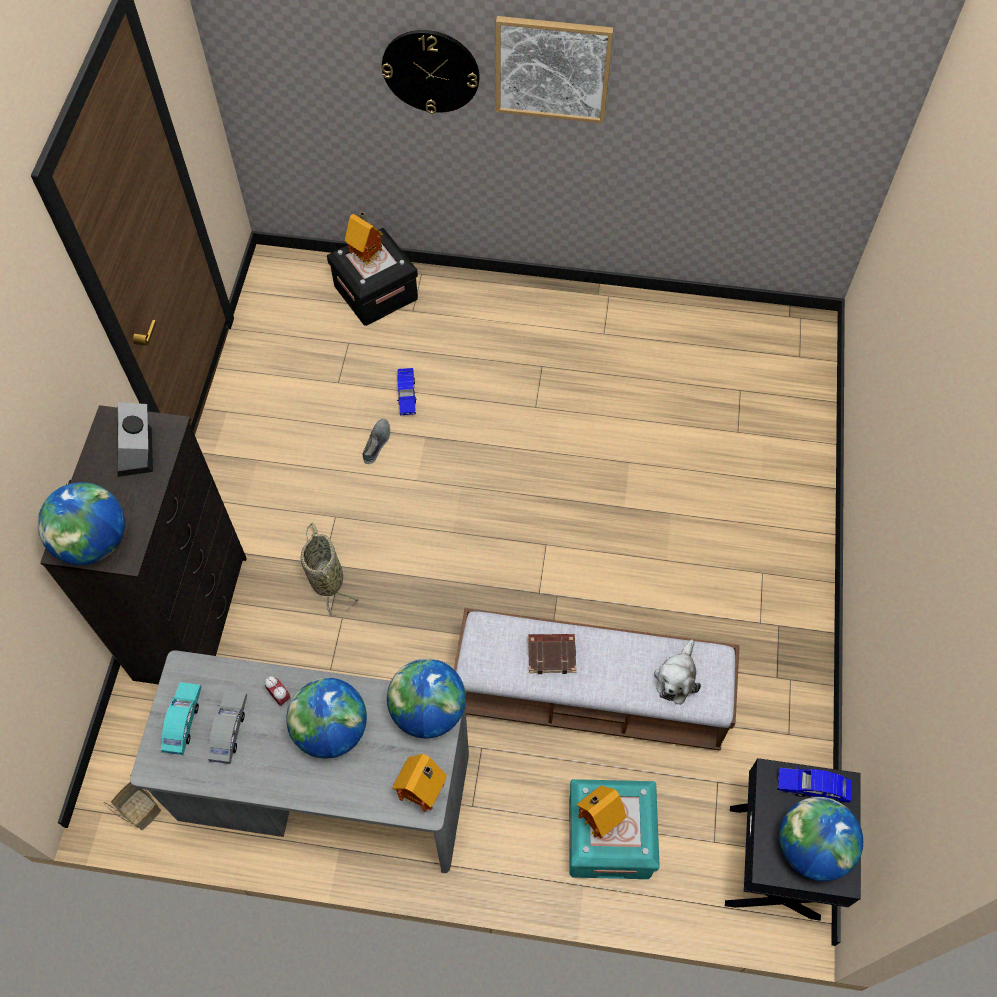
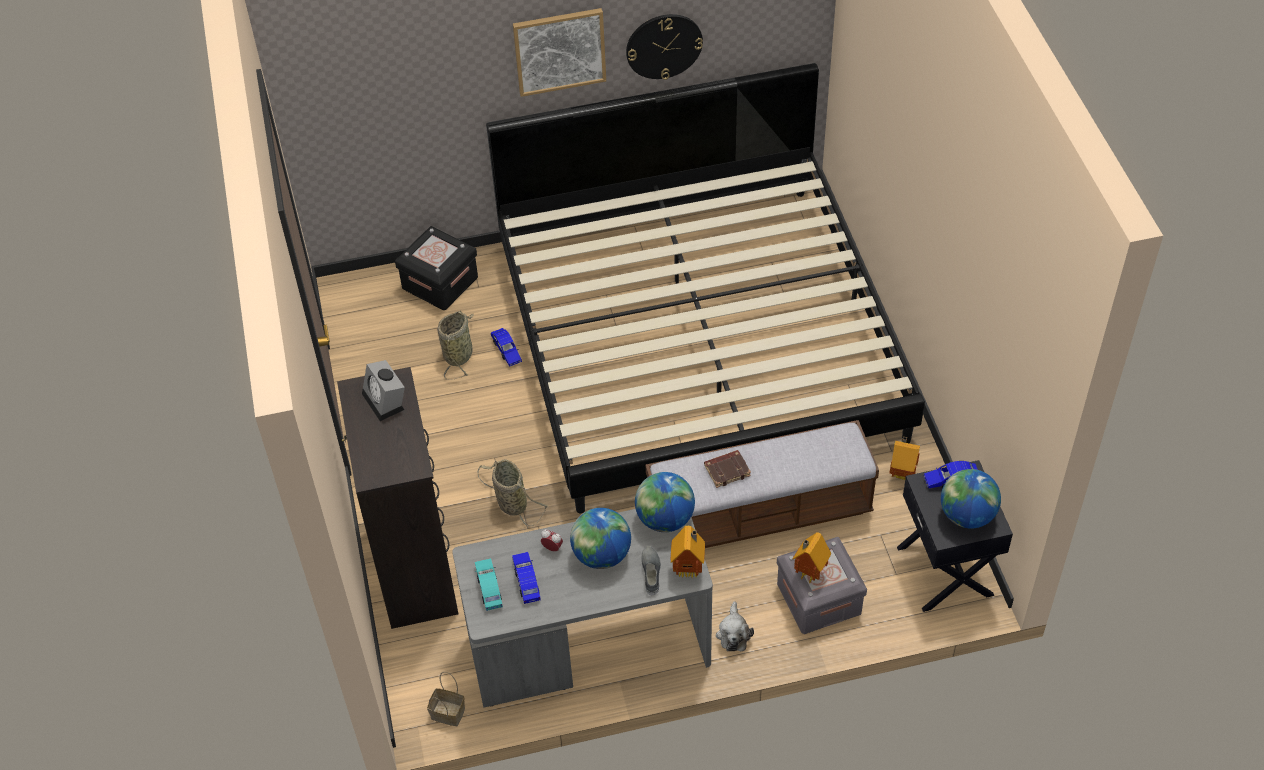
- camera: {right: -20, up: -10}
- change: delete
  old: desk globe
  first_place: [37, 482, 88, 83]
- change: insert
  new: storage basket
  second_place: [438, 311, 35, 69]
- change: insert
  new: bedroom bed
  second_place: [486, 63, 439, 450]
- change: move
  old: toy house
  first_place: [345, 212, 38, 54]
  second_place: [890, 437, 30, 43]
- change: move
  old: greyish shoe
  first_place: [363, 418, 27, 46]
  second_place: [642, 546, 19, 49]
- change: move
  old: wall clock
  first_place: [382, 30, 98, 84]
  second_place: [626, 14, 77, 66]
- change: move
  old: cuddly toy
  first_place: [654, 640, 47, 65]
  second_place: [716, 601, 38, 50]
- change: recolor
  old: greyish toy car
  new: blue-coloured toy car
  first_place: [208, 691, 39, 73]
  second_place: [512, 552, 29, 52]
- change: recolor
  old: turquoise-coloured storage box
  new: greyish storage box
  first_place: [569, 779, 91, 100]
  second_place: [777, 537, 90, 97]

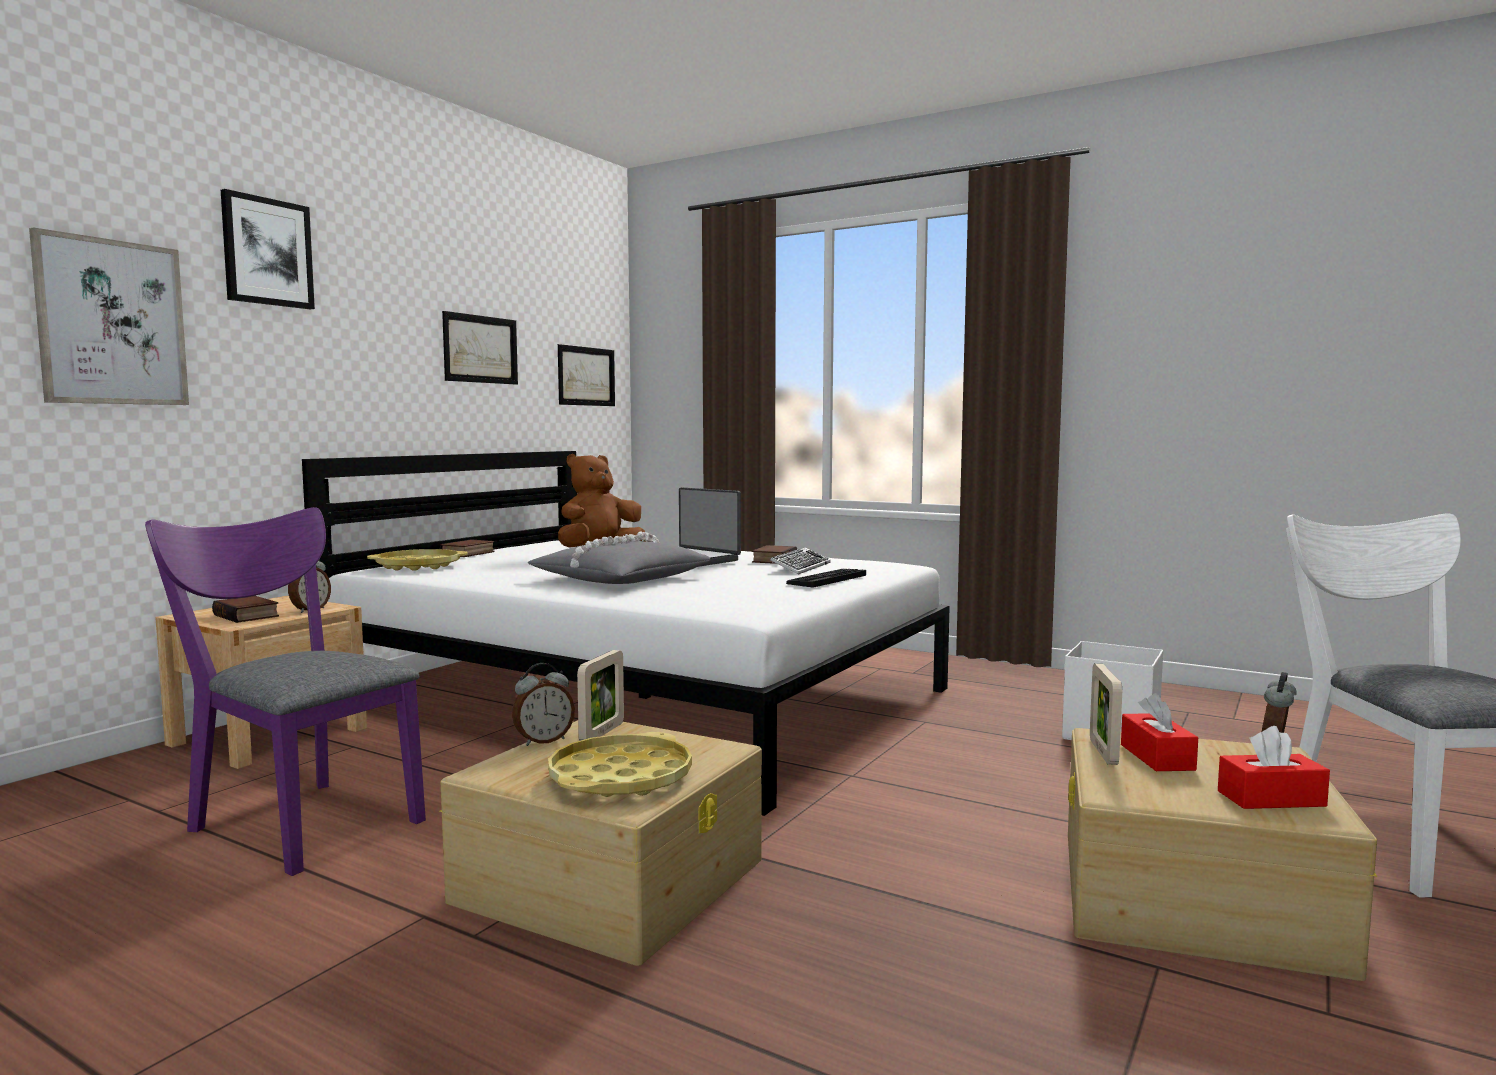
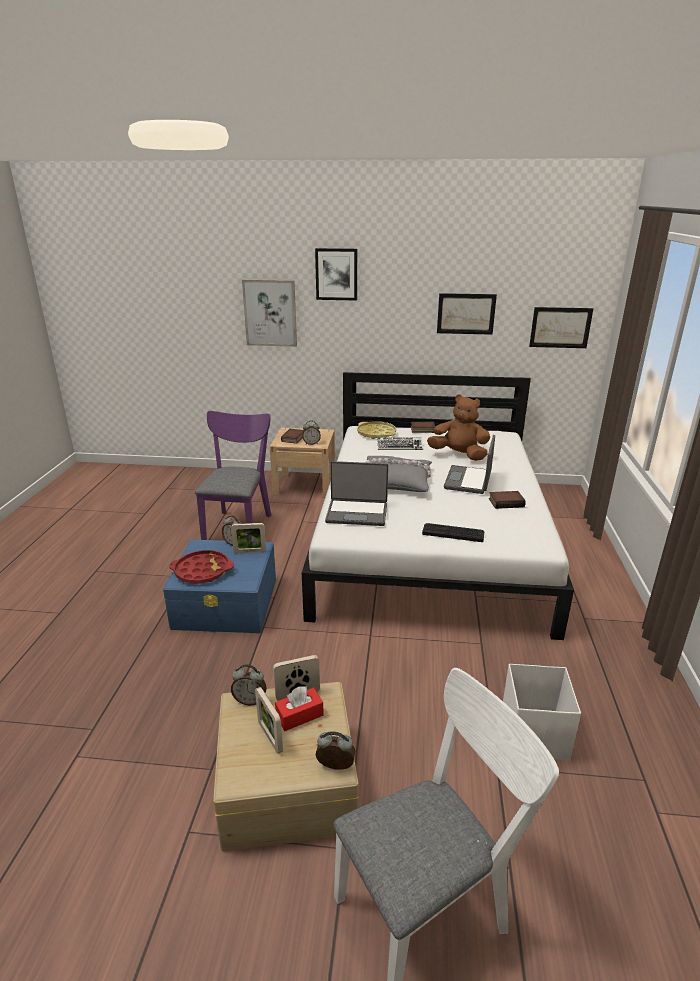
- camera: {right: 65, up: 20}
- change: delete
  old: red-coloured box of tissues
  first_place: [1218, 726, 112, 83]
- change: insert
  new: table clock
  second_place: [231, 664, 36, 42]
- change: insert
  new: standing frame
  second_place: [255, 687, 28, 67]
- change: insert
  new: portable computer
  second_place: [325, 461, 63, 65]
- change: move
  old: computer keyboard
  first_place: [770, 547, 61, 28]
  second_place: [377, 437, 46, 13]
- change: recolor
  old: beige storage box
  new: blue-coloured storage box
  first_place: [439, 720, 323, 246]
  second_place: [163, 540, 113, 93]
- change: recolor
  old: yellowish serving tray
  new: red-coloured serving tray
  first_place: [548, 732, 144, 65]
  second_place: [169, 550, 65, 33]

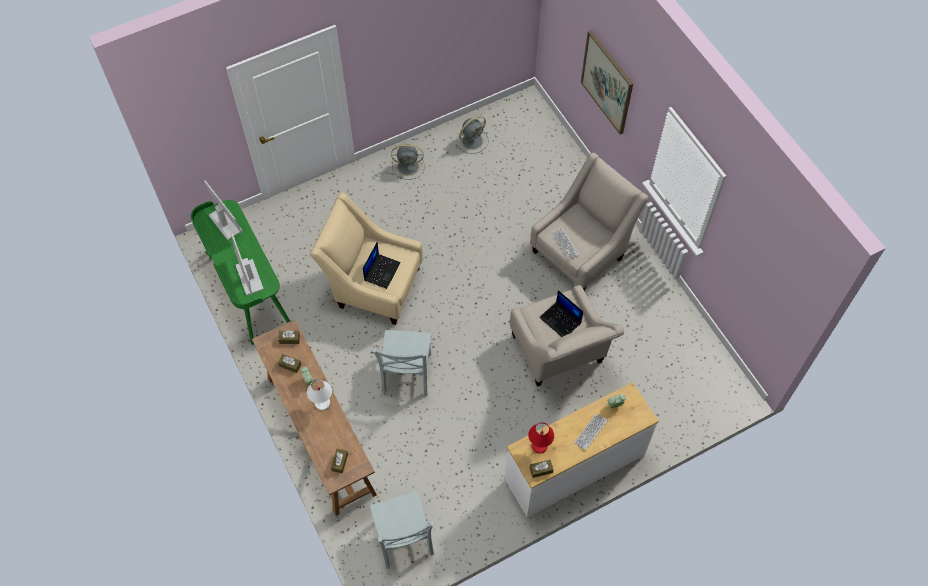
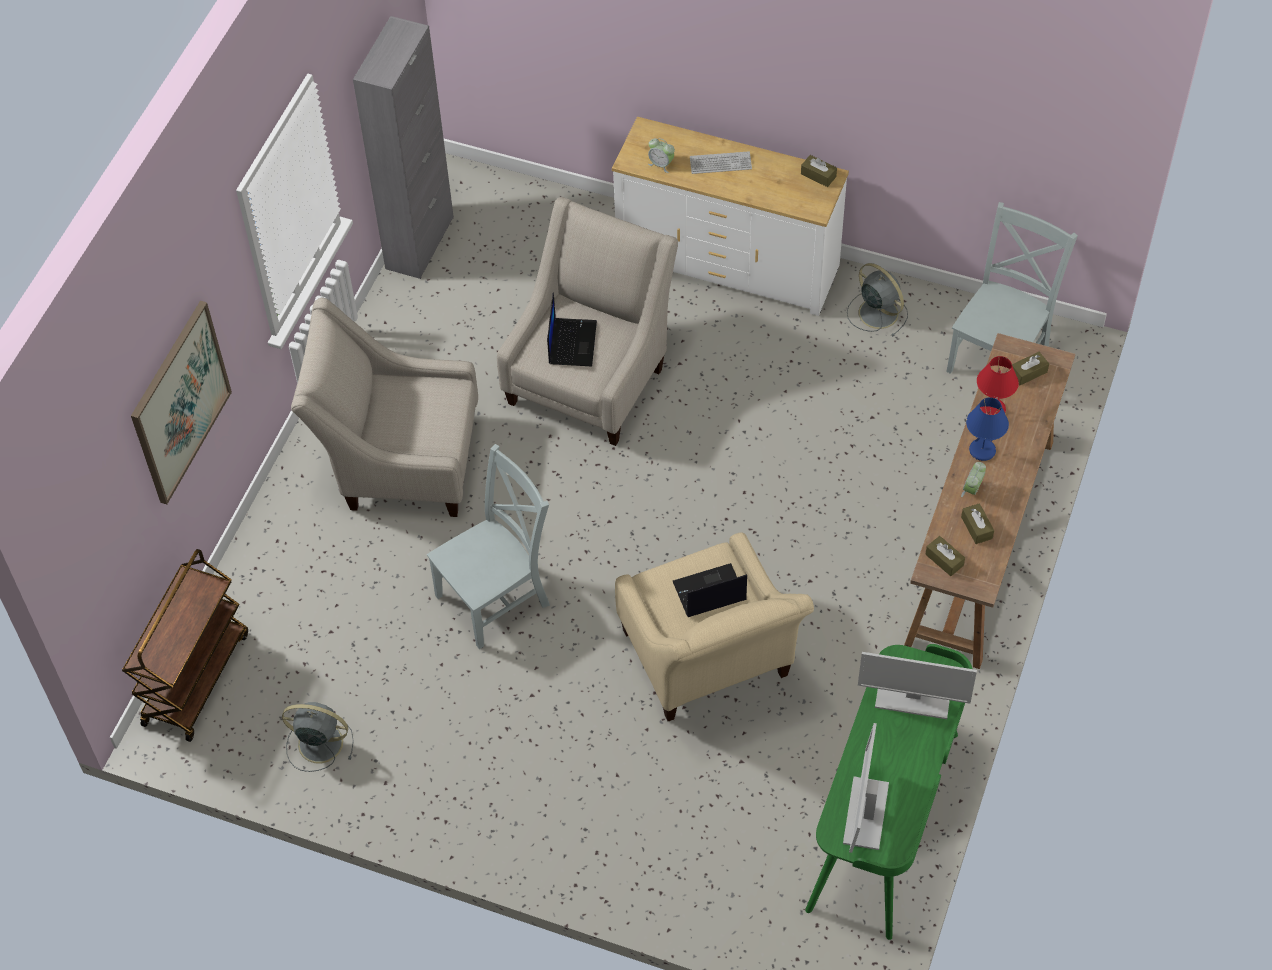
- camera: {right: -130, up: -5}
- change: delete
  old: computer keyboard
  first_place: [552, 228, 28, 32]
- change: insert
  new: brown-coloured wheeled cart
  second_place: [122, 549, 126, 193]
- change: insert
  new: greyish cupboard
  second_place: [353, 16, 101, 263]
- change: move
  old: greyish chair
  first_place: [372, 330, 59, 66]
  second_place: [427, 444, 123, 205]
- change: move
  old: greyish fan
  first_place: [391, 144, 34, 36]
  second_place: [847, 263, 61, 73]
- change: move
  old: red-coloured table lamp
  first_place: [528, 422, 26, 32]
  second_place: [977, 356, 42, 59]
- change: recolor
  old: white table lamp
  new: blue-coloured table lamp
  first_place: [307, 379, 25, 31]
  second_place: [966, 397, 43, 64]
- change: rotate
  old: monitor
  first_place: [231, 233, 33, 63]
  second_place: [858, 652, 119, 67]
  degrees: 75

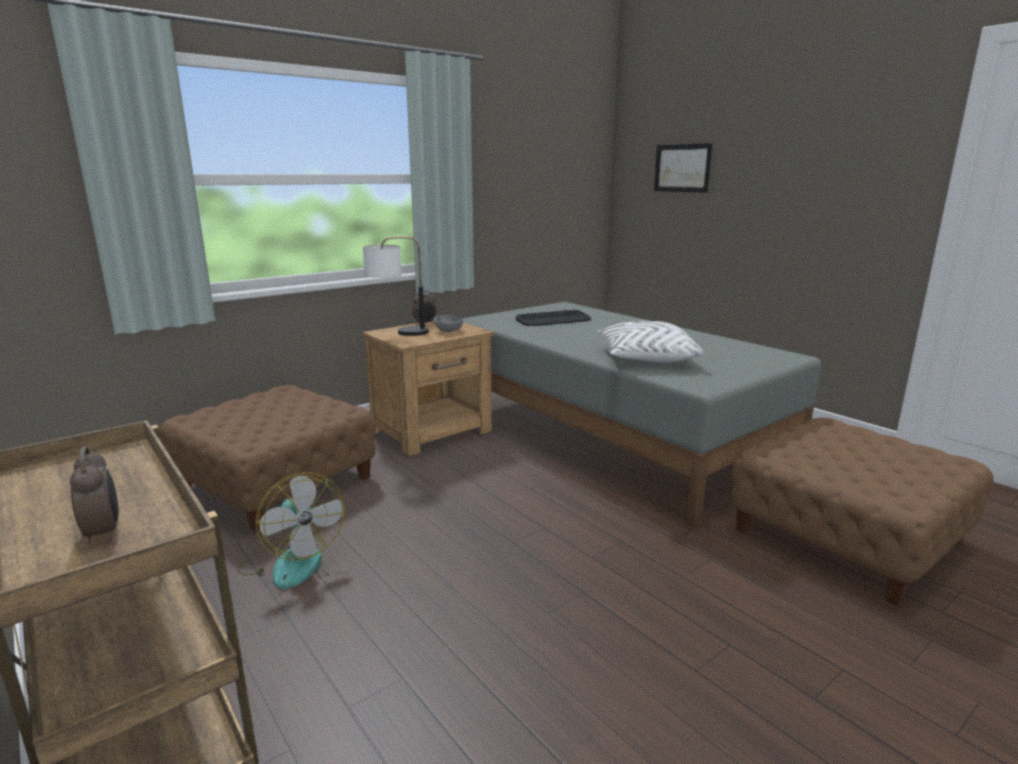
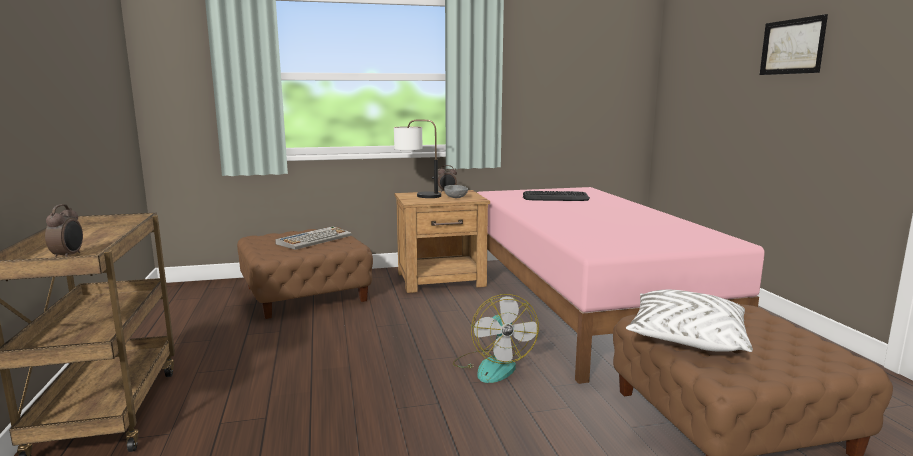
- camera: {right: 25, up: -5}
- change: insert
  new: computer keyboard
  second_place: [275, 226, 77, 24]
- change: move
  old: fan
  first_place: [237, 473, 108, 116]
  second_place: [453, 294, 86, 89]
- change: move
  old: white pillow
  first_place: [597, 321, 109, 41]
  second_place: [626, 290, 127, 62]
- change: move
  old: wall art
  first_place: [654, 143, 58, 50]
  second_place: [760, 14, 68, 61]
- change: recolor
  old: greyish bedroom bed
  new: pinkish bedroom bed
  first_place: [462, 302, 359, 228]
  second_place: [477, 187, 288, 197]

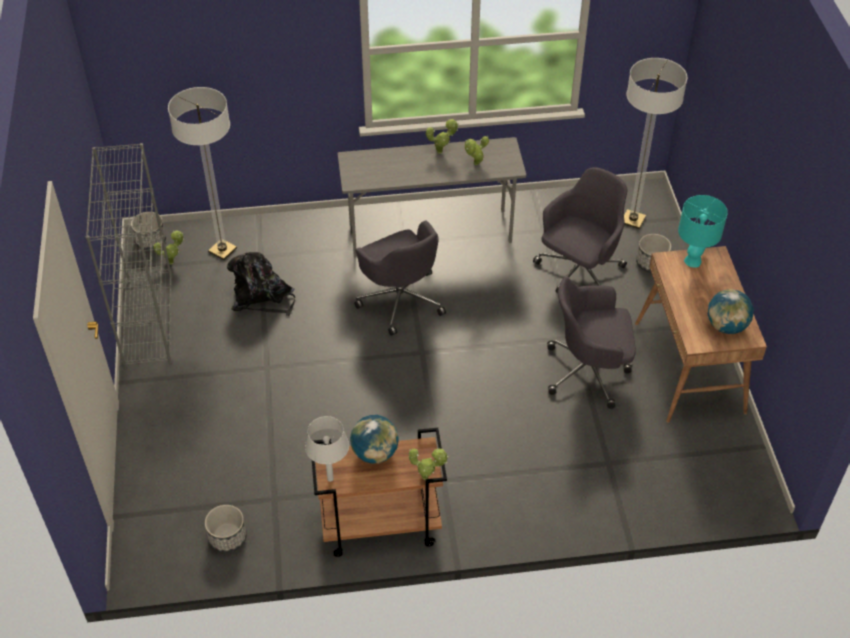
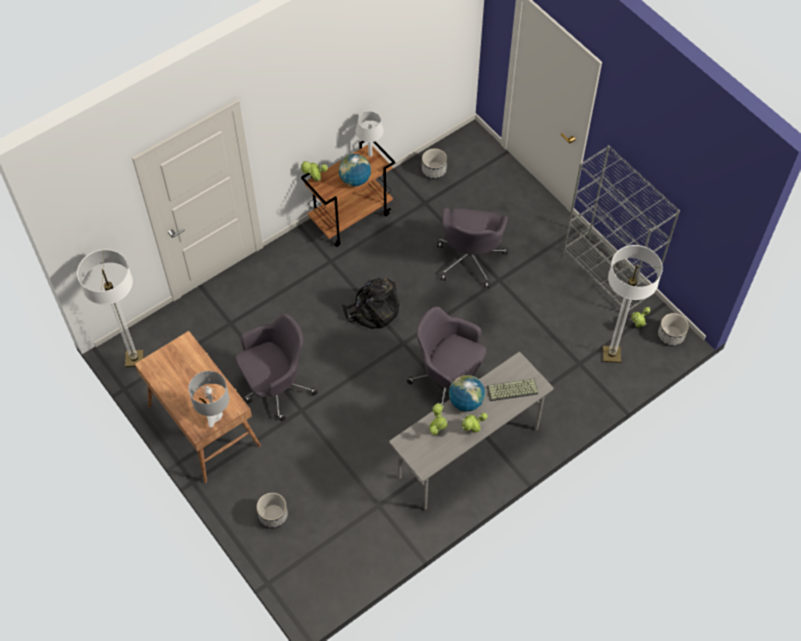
- camera: {right: 150, up: 10}
- change: insert
  new: computer keyboard
  second_place: [487, 379, 51, 22]
- change: move
  old: black knapsack
  first_place: [227, 252, 68, 64]
  second_place: [342, 277, 57, 52]
- change: move
  old: greyish computer chair
  first_place: [533, 167, 95, 126]
  second_place: [437, 207, 71, 81]
- change: move
  old: standard lamp
  first_place: [624, 58, 64, 171]
  second_place: [77, 249, 67, 118]
- change: move
  old: desk globe
  first_place: [708, 289, 46, 45]
  second_place: [449, 375, 36, 37]
- change: recolor
  old: turquoise-coloured table lamp
  new: greyish table lamp
  first_place: [678, 195, 50, 73]
  second_place: [188, 371, 41, 56]

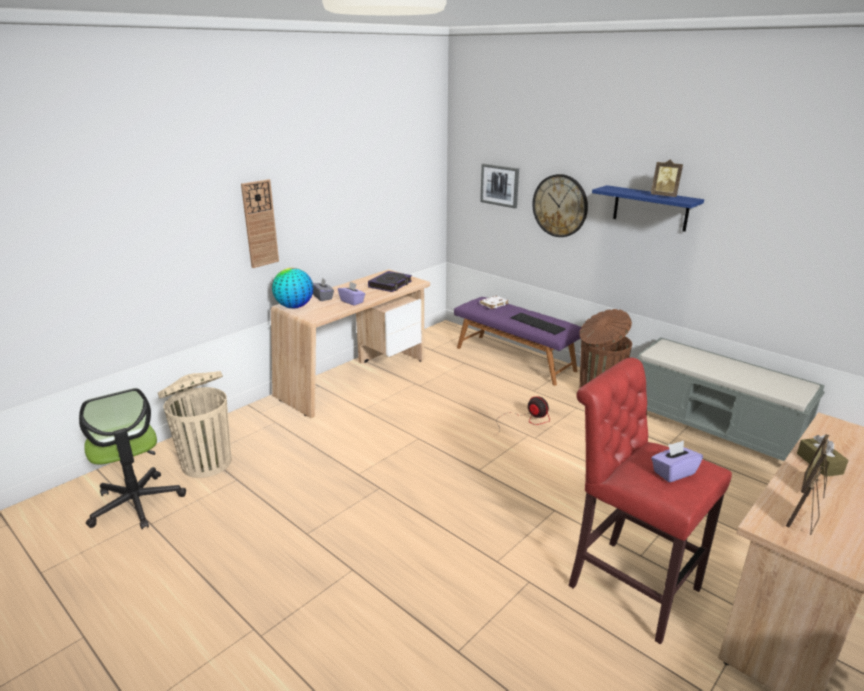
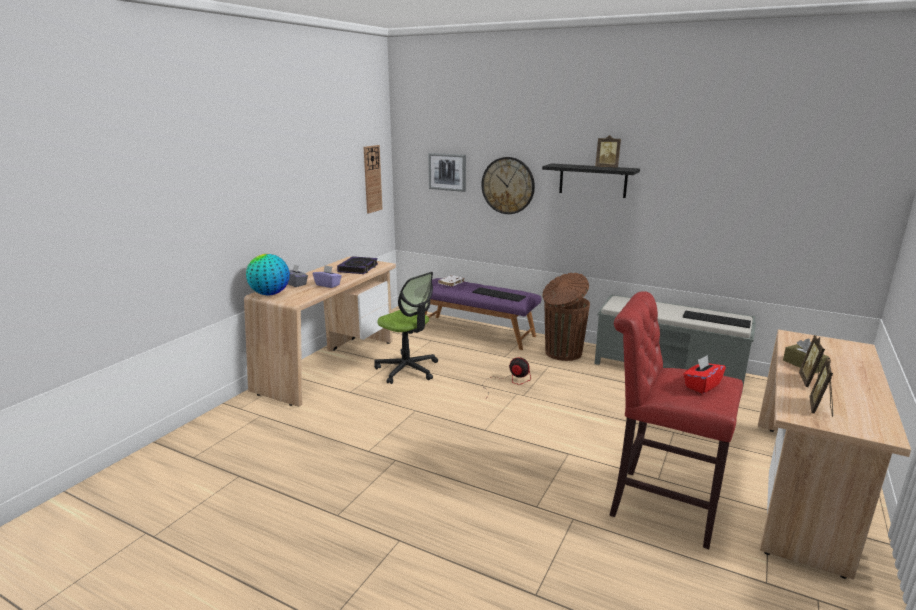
- camera: {right: -15, up: -5}
- change: delete
  old: beige waste bin
  first_place: [158, 371, 73, 107]
- change: insert
  new: computer keyboard
  second_place: [683, 311, 68, 17]
- change: move
  old: computer chair
  first_place: [79, 388, 107, 141]
  second_place: [374, 272, 64, 112]
- change: move
  old: wall clock
  first_place: [241, 179, 38, 89]
  second_place: [364, 145, 18, 69]
- change: recolor
  old: blue-coloured shelf
  new: black shelf
  first_place: [592, 185, 112, 47]
  second_place: [542, 163, 98, 35]
- change: recolor
  old: purple box of tissues
  new: red-coloured box of tissues
  first_place: [651, 440, 52, 42]
  second_place: [683, 355, 43, 39]

